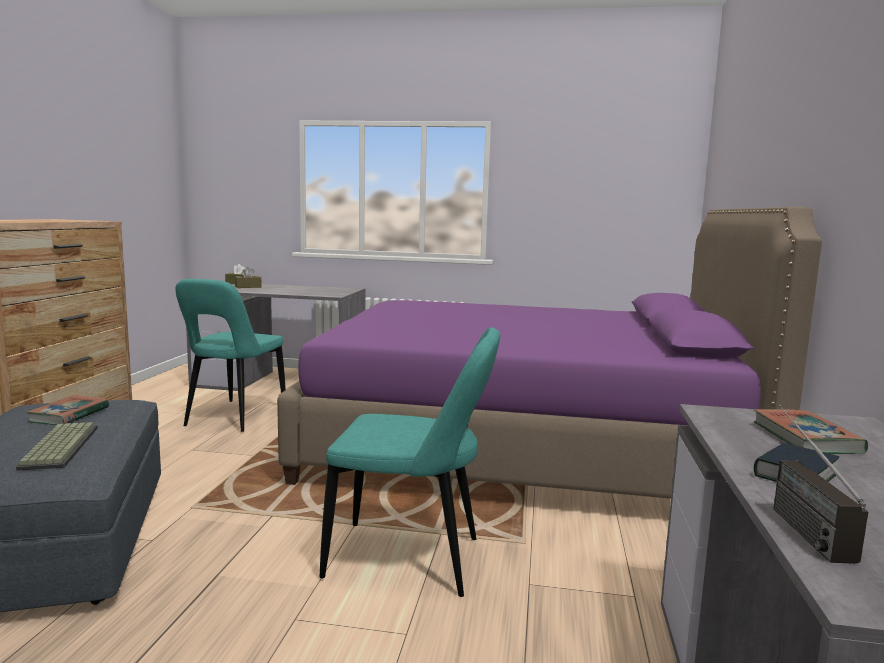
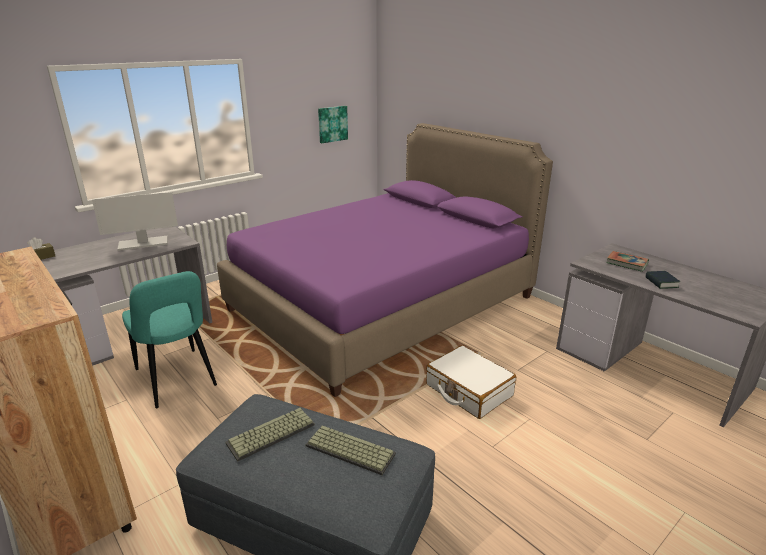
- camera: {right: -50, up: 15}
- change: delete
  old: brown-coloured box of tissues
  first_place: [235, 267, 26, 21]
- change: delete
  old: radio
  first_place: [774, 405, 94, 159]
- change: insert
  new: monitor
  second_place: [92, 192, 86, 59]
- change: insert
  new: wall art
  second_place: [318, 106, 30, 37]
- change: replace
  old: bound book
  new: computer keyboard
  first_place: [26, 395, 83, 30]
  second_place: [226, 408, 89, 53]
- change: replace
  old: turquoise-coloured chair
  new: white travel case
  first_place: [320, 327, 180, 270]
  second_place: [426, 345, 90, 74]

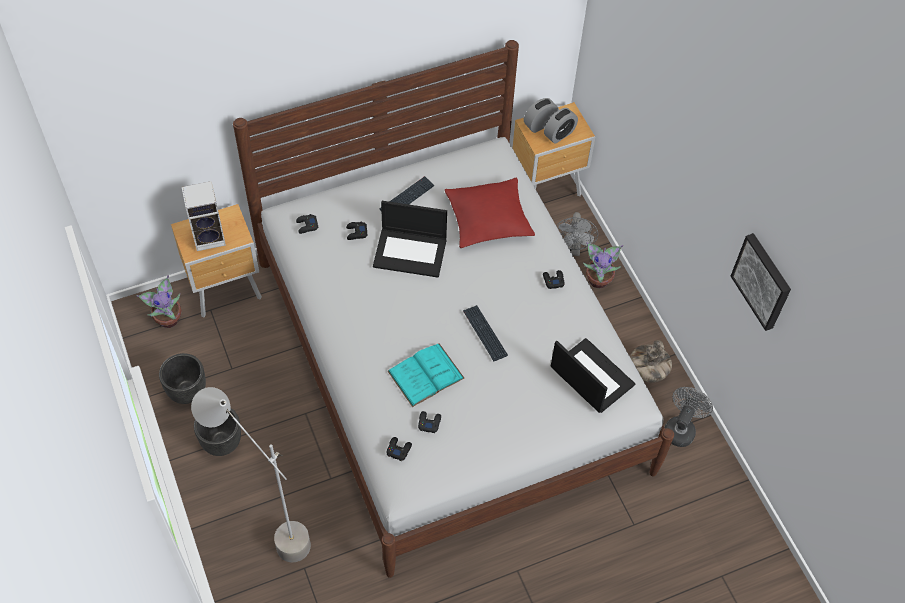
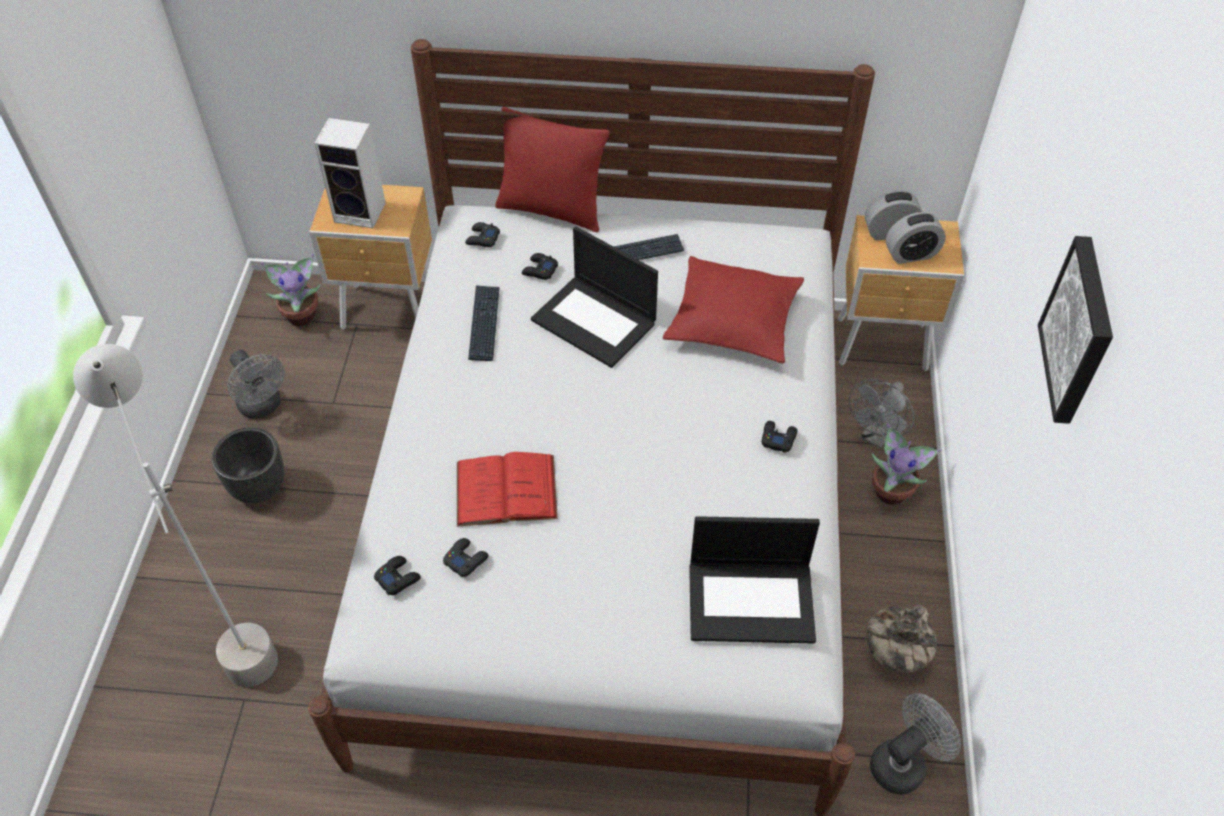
- camera: {right: 30, up: -5}
- change: insert
  new: red-coloured pillow
  second_place: [495, 107, 115, 125]
- change: move
  old: computer keyboard
  first_place: [463, 305, 45, 56]
  second_place: [468, 285, 32, 76]
- change: move
  old: wall art
  first_place: [731, 233, 60, 98]
  second_place: [1038, 236, 75, 188]
- change: replace
  old: black flower pot
  new: greyish fan
  first_place: [159, 353, 47, 51]
  second_place: [227, 350, 57, 69]
- change: recolor
  old: turquoise-coloured bound book
  new: red-coloured bound book
  first_place: [388, 343, 76, 64]
  second_place: [457, 452, 101, 75]
- change: rotate
  old: portable computer
  first_place: [550, 338, 85, 75]
  second_place: [689, 516, 131, 127]
  degrees: 105

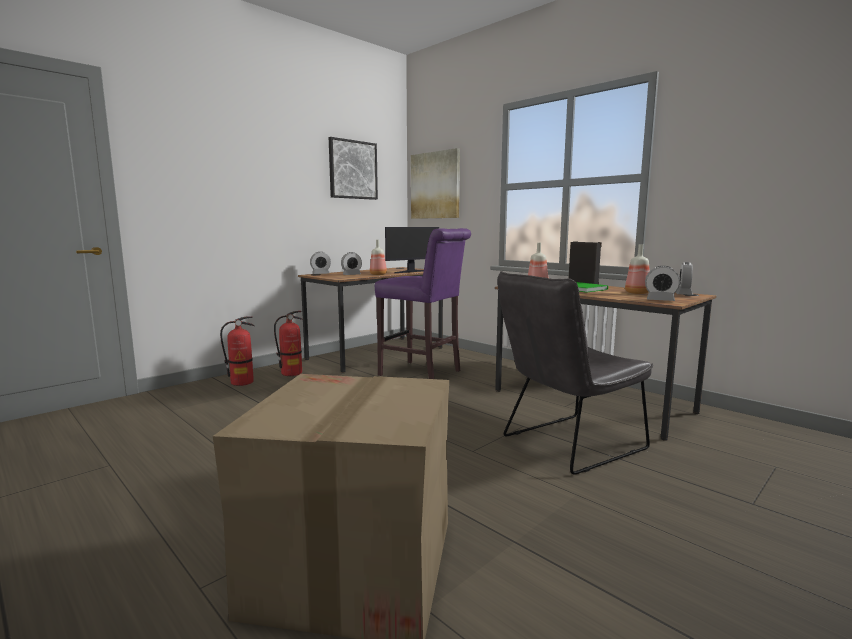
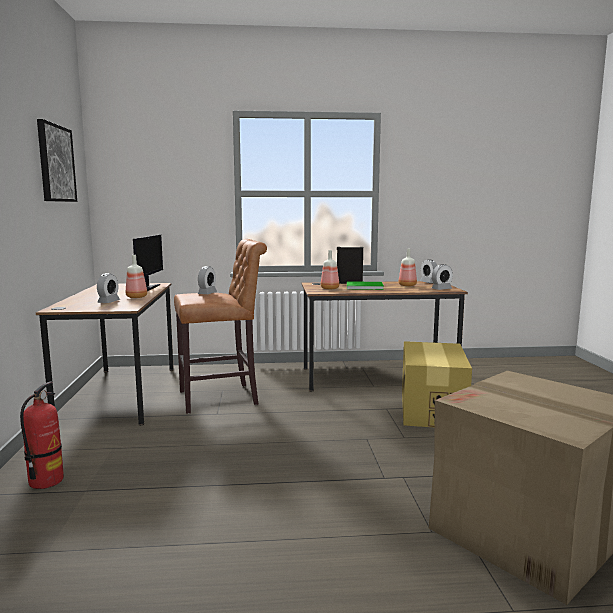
- camera: {right: -50, up: 0}
- change: delete
  old: fire extinguisher
  first_place: [274, 311, 29, 65]
- change: delete
  old: wall art
  first_place: [411, 148, 49, 71]
- change: move
  old: table clock
  first_place: [310, 252, 21, 22]
  second_place: [198, 266, 19, 28]
- change: replace
  old: greyish chair
  new: packing box
  first_place: [497, 271, 156, 204]
  second_place: [402, 341, 70, 86]
- change: recolor
  old: purple stool seat
  new: brown-coloured stool seat
  first_place: [375, 228, 96, 151]
  second_place: [174, 239, 93, 175]

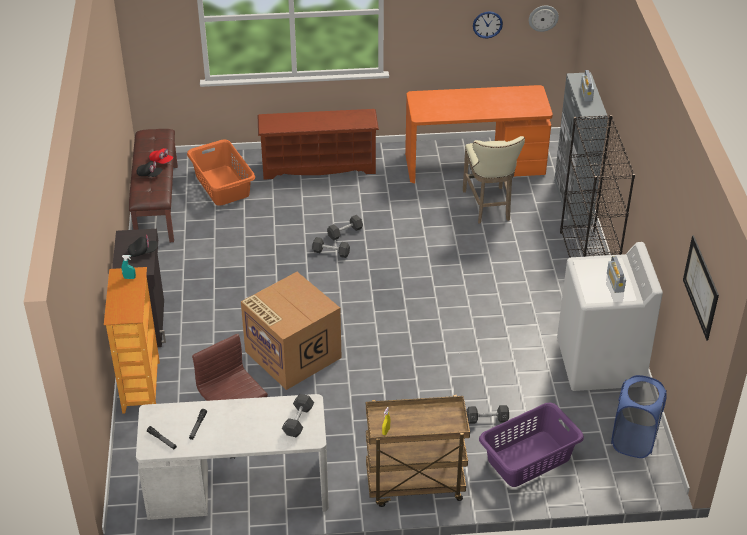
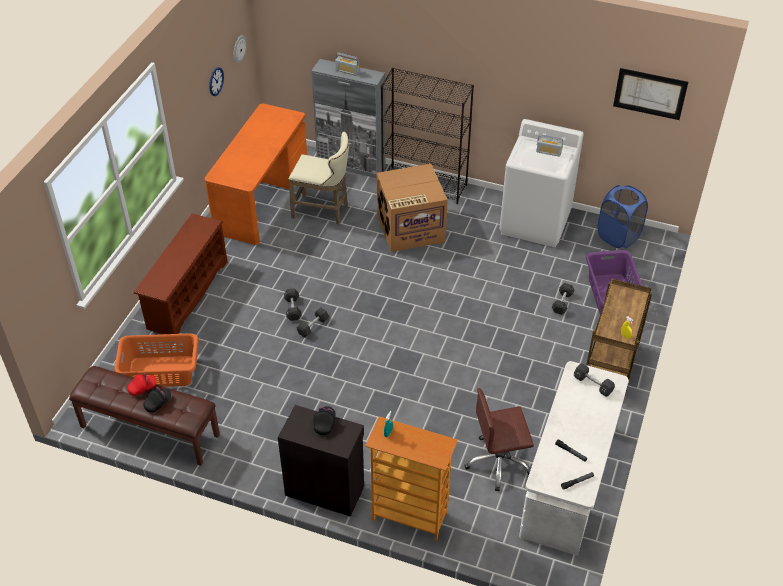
- camera: {right: -65, up: 5}
- change: move
  old: packing box
  first_place: [241, 272, 101, 118]
  second_place: [377, 164, 71, 88]

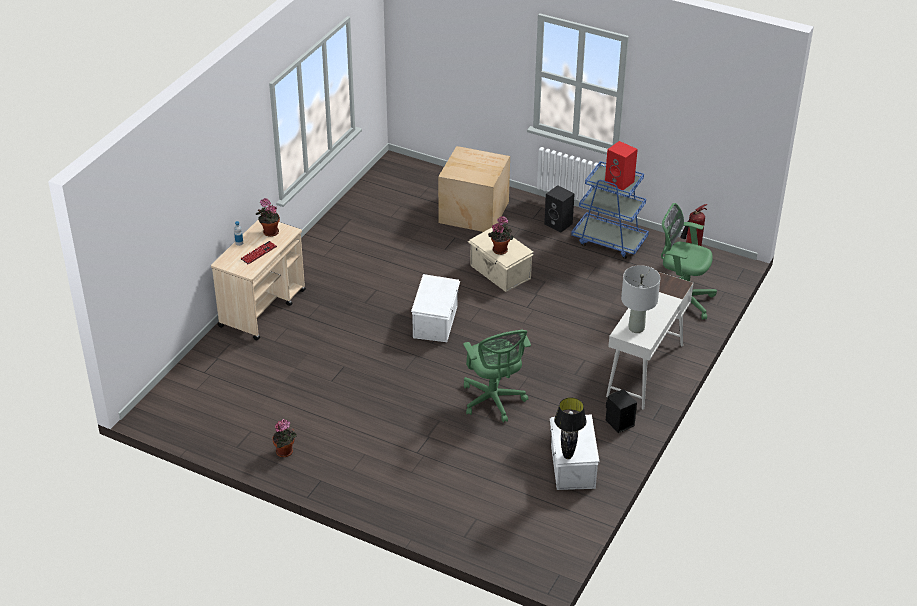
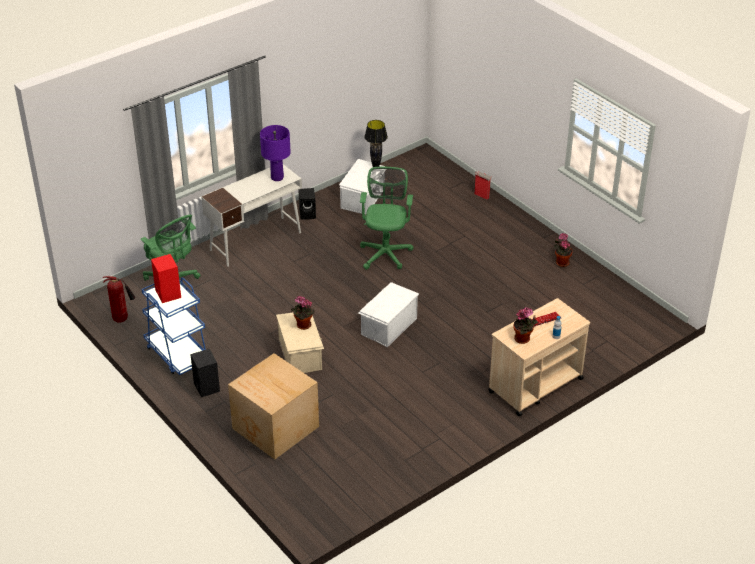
- camera: {right: -155, up: 0}
- change: insert
  new: packing box
  second_place: [475, 172, 16, 28]
- change: recolor
  old: greyish table lamp
  new: purple table lamp
  first_place: [621, 265, 39, 68]
  second_place: [260, 125, 31, 56]

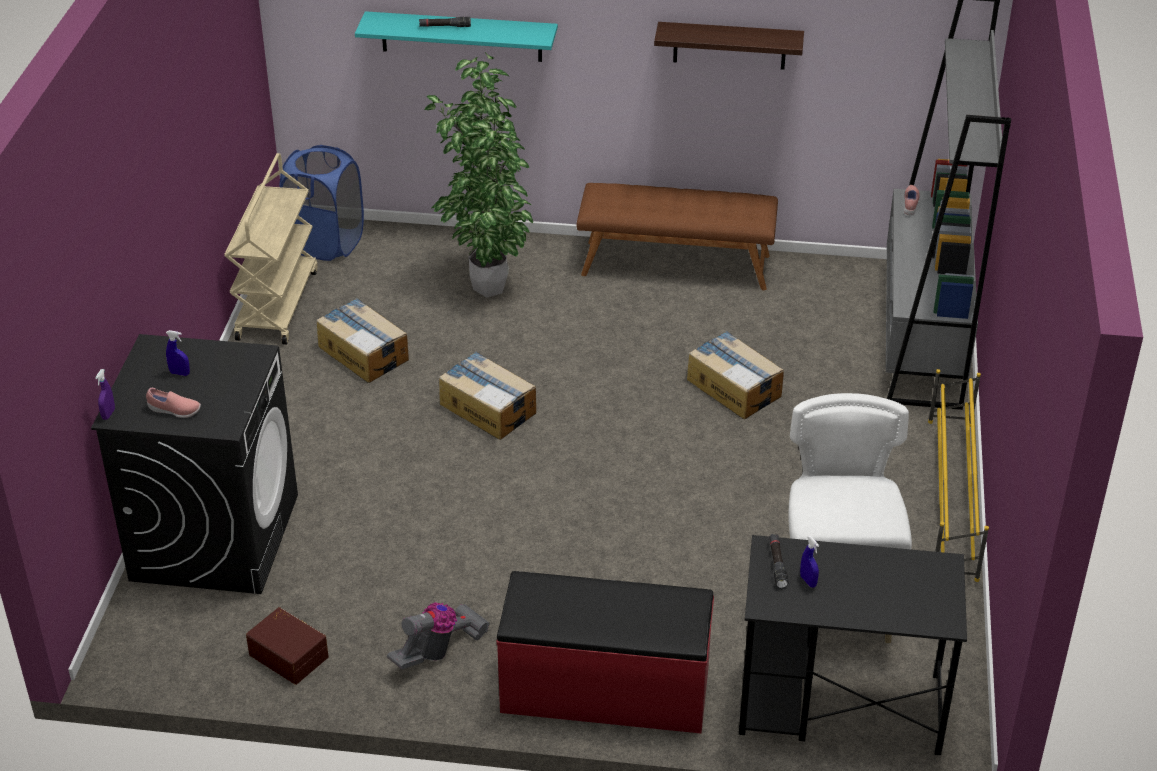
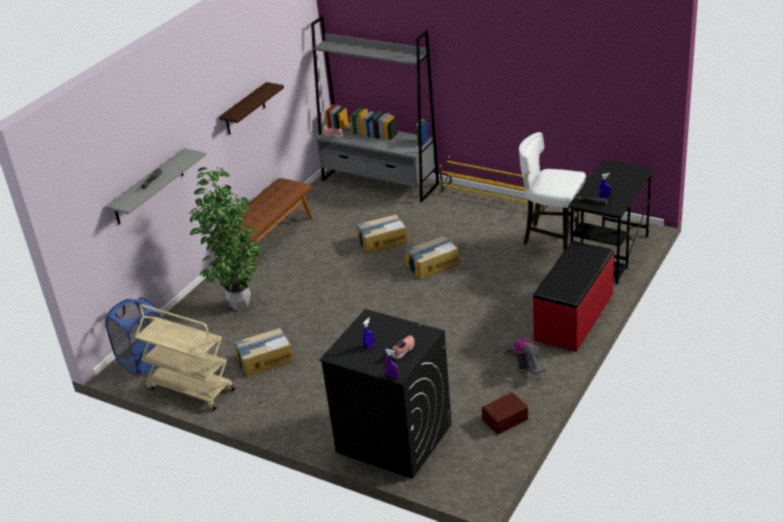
- camera: {right: -65, up: -5}
- change: move
  old: packing box
  first_place: [439, 351, 97, 89]
  second_place: [404, 236, 56, 43]
- change: recolor
  old: turquoise-coloured shelf
  new: greyish shelf
  first_place: [355, 11, 203, 51]
  second_place: [105, 148, 101, 77]

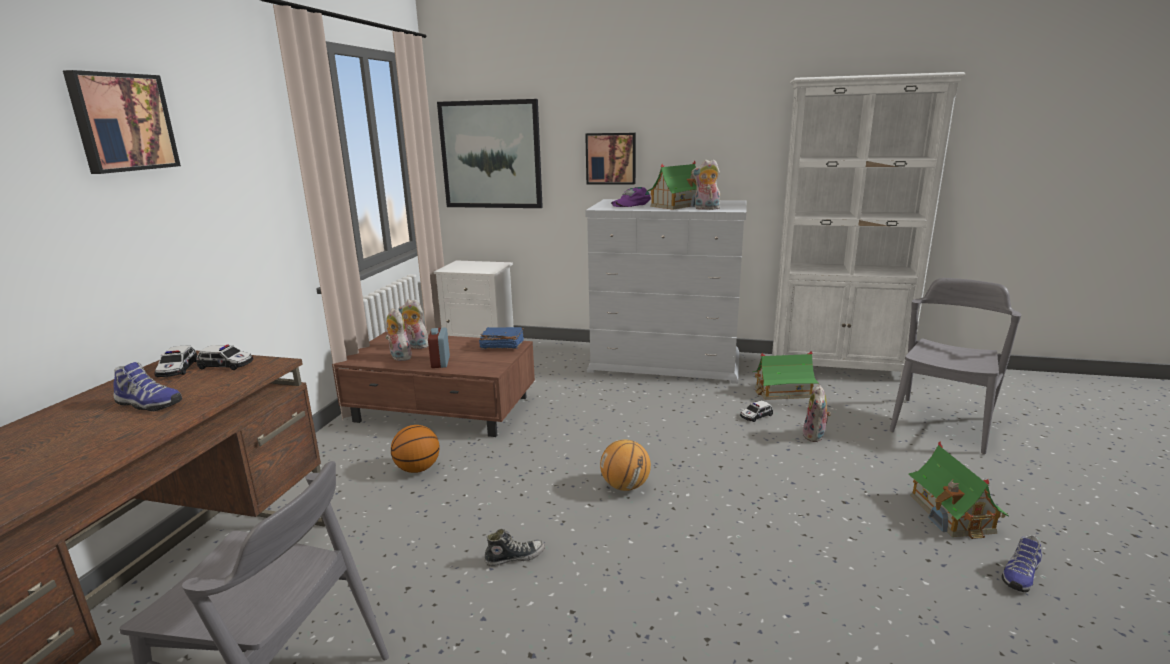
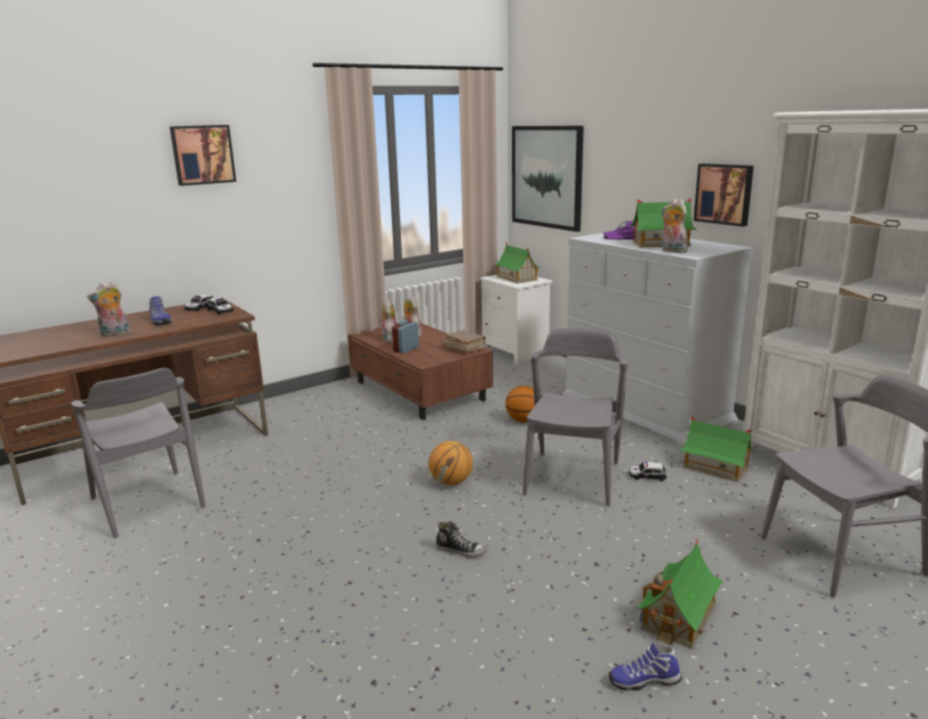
- camera: {right: 40, up: 0}
- change: insert
  new: toy house
  second_place: [494, 242, 46, 42]
- change: insert
  new: greyish chair
  second_place: [523, 328, 105, 179]
- change: move
  old: ball for basketball
  first_place: [391, 425, 49, 48]
  second_place: [506, 386, 29, 37]
- change: move
  old: shoe
  first_place: [484, 529, 61, 38]
  second_place: [436, 521, 51, 37]
- change: move
  old: wall art
  first_place: [585, 133, 51, 52]
  second_place: [694, 164, 60, 63]
- change: move
  old: cuddly toy
  first_place: [802, 385, 29, 57]
  second_place: [87, 281, 43, 56]
- change: recolor
  old: blue-coloured bound book
  new: brown-coloured bound book
  first_place: [479, 327, 45, 22]
  second_place: [444, 331, 42, 22]

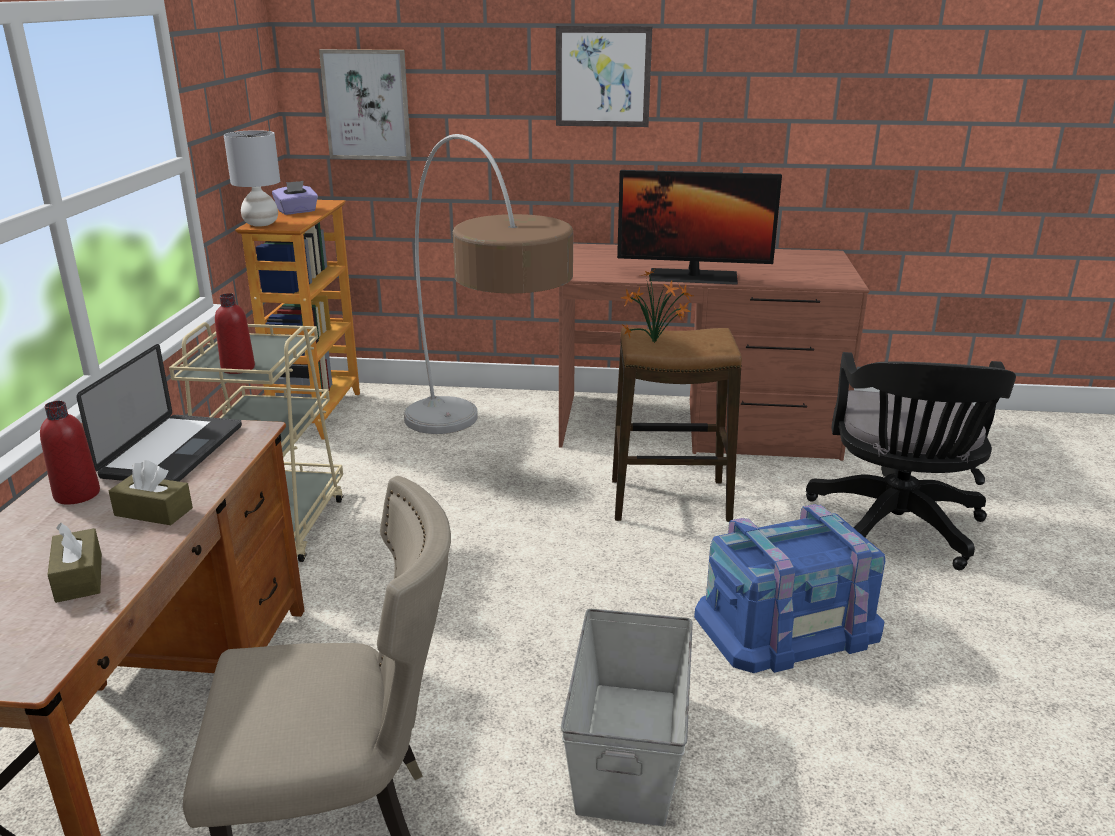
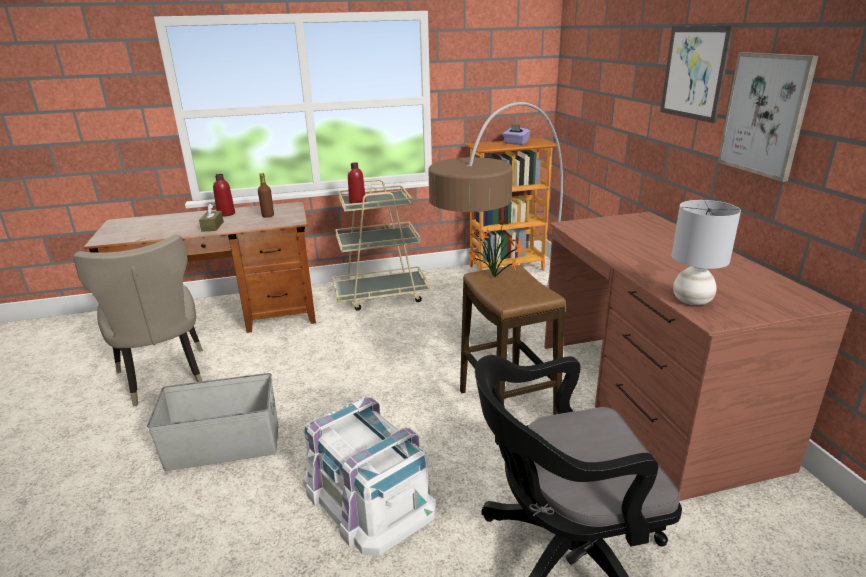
- camera: {right: 70, up: 0}
- change: delete
  old: brown-coloured box of tissues
  first_place: [47, 523, 55, 80]
- change: delete
  old: monitor
  first_place: [617, 170, 165, 115]
- change: move
  old: greyish table lamp
  first_place: [224, 130, 56, 97]
  second_place: [672, 200, 69, 105]
- change: move
  old: wall art
  first_place: [319, 49, 92, 111]
  second_place: [718, 52, 100, 130]
- change: replace
  old: portable computer
  new: brown-coloured drink bottle
  first_place: [76, 344, 166, 138]
  second_place: [258, 173, 16, 45]
- change: recolor
  old: blue-coloured storage box
  new: white storage box
  first_place: [694, 504, 191, 169]
  second_place: [303, 397, 133, 159]

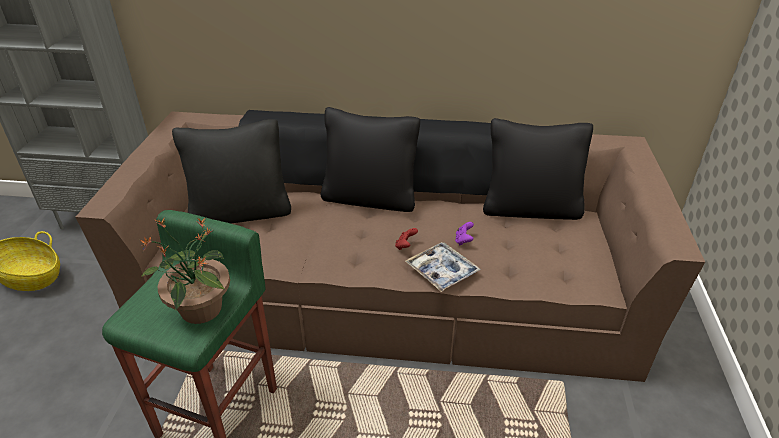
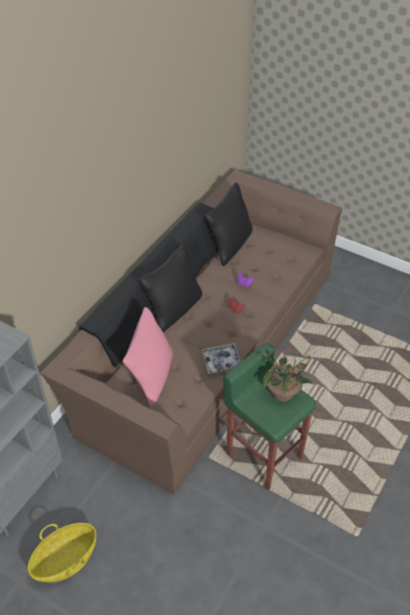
- camera: {right: -65, up: 10}
- change: move
  old: serving tray
  first_place: [405, 242, 76, 50]
  second_place: [202, 343, 39, 31]
- change: recolor
  old: black pillow
  new: pinkish pillow
  first_place: [172, 119, 119, 105]
  second_place: [123, 307, 50, 100]

